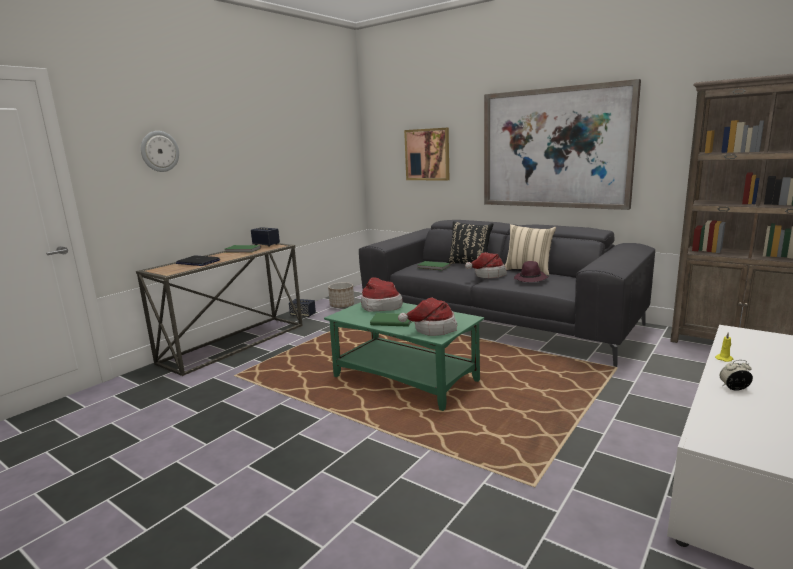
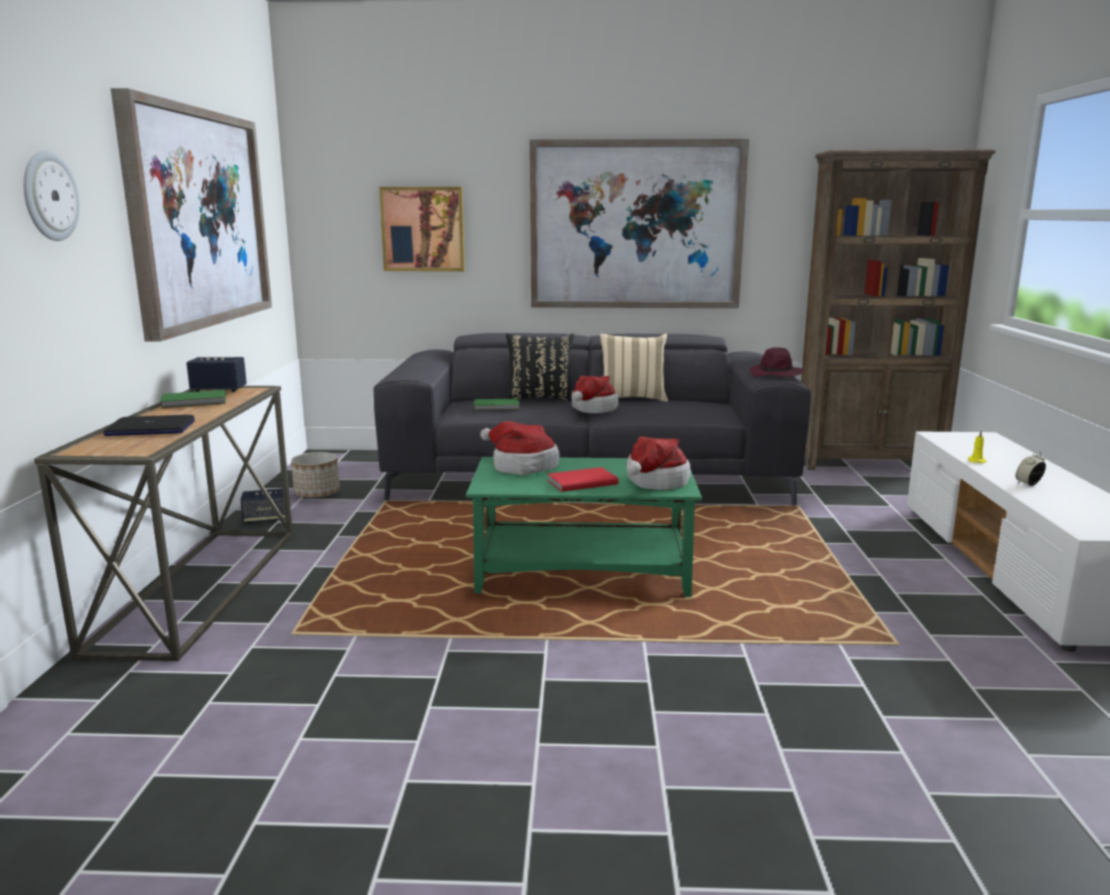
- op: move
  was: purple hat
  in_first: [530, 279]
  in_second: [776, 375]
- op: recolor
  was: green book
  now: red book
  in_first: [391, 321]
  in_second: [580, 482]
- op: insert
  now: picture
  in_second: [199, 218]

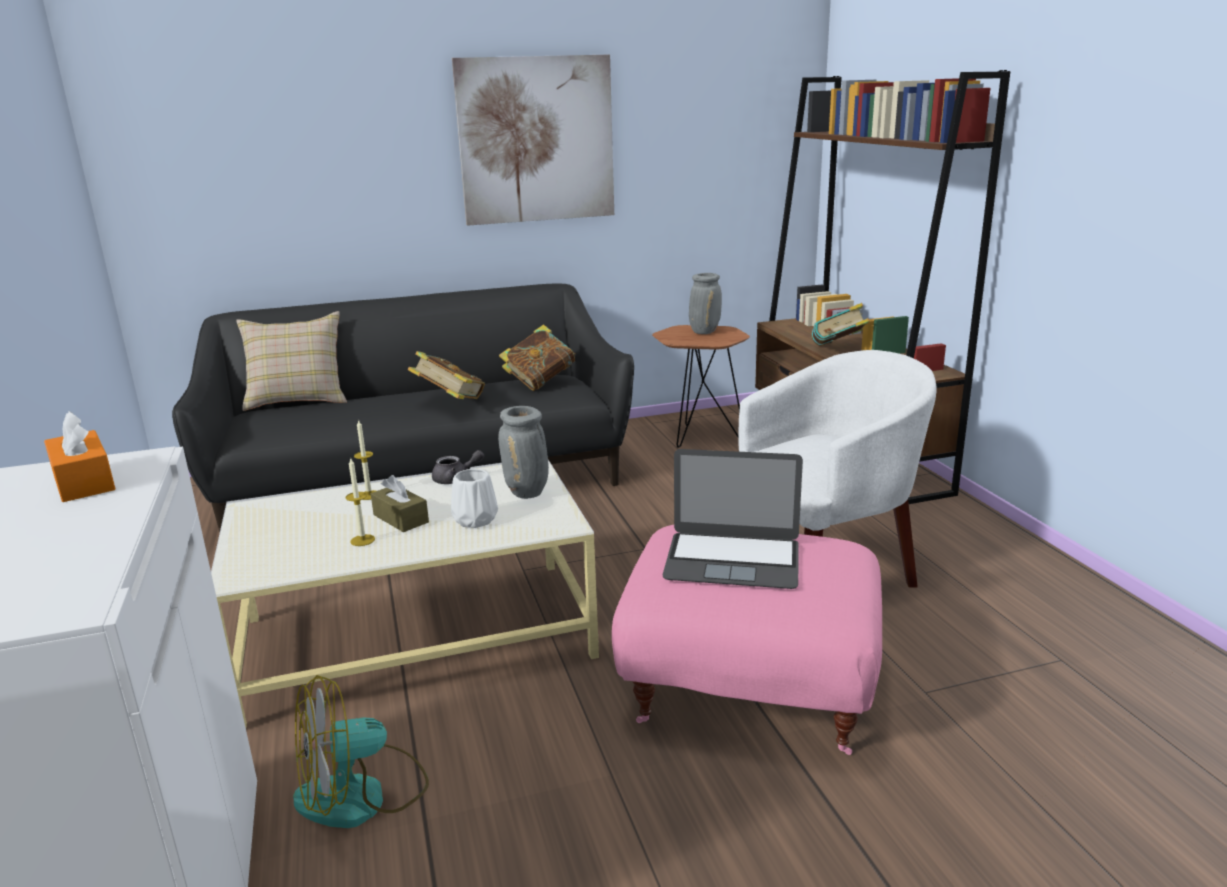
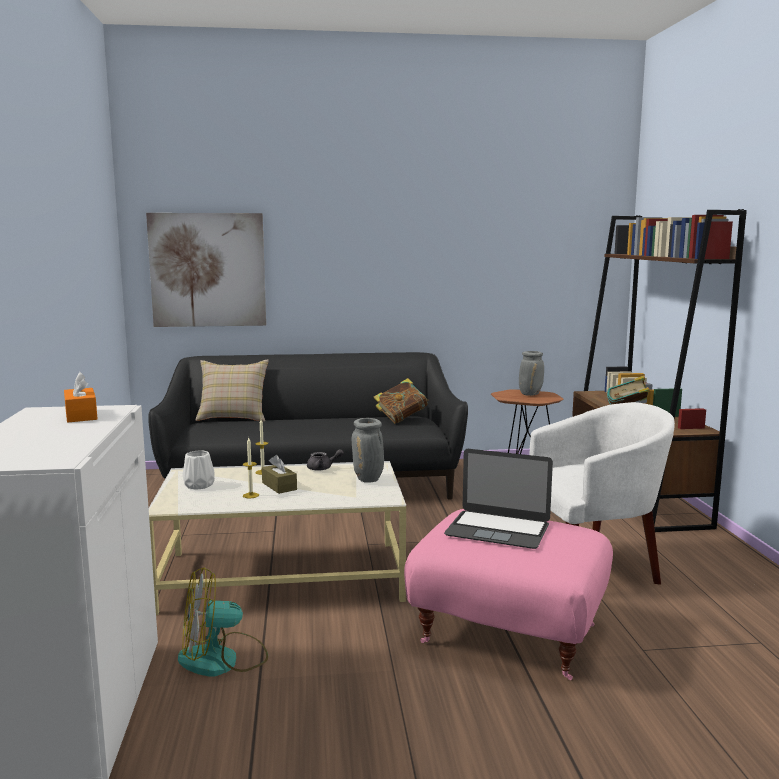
- op: move
  was: picture
  in_first: [536, 140]
  in_second: [208, 270]
- op: delete
  was: book
  in_first: [449, 402]
- op: move
  was: white vase
  in_first: [474, 520]
  in_second: [198, 485]

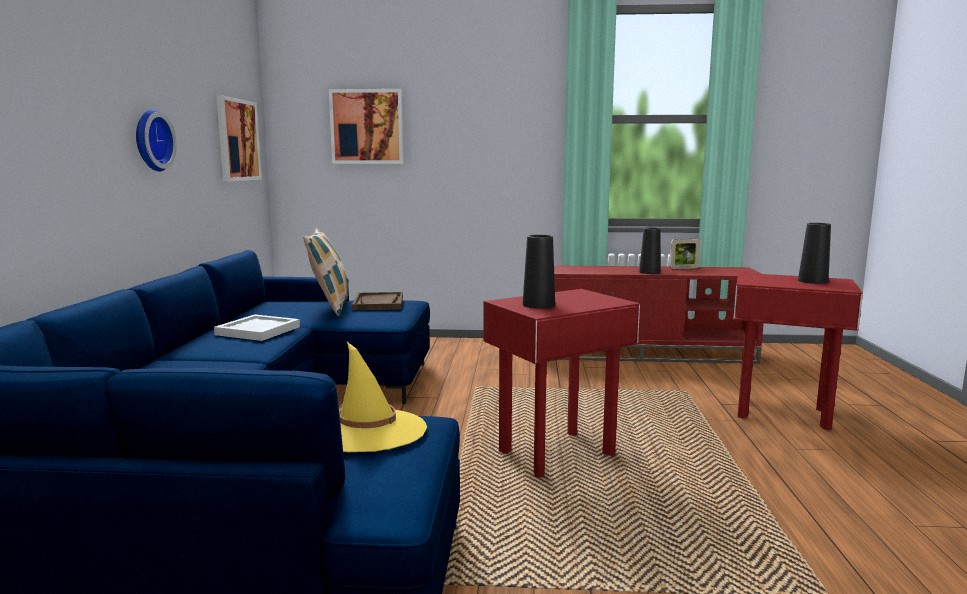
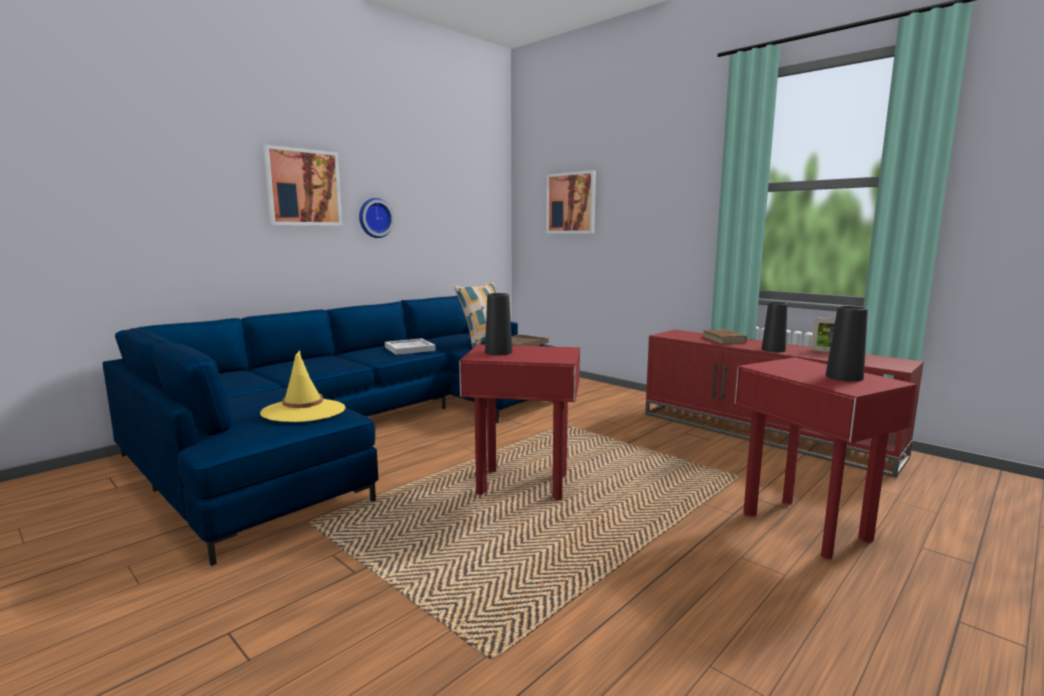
- op: move
  was: picture
  in_first: [237, 140]
  in_second: [303, 187]
- op: insert
  now: brown book
  in_second: [723, 340]

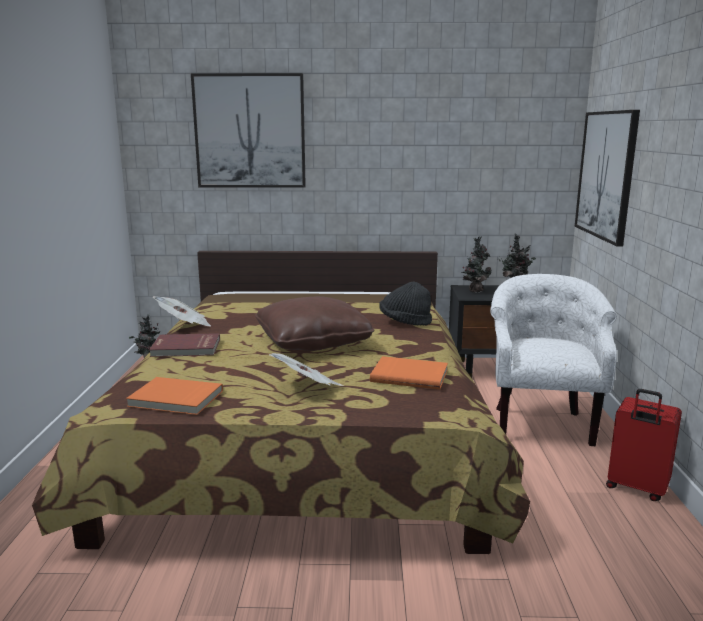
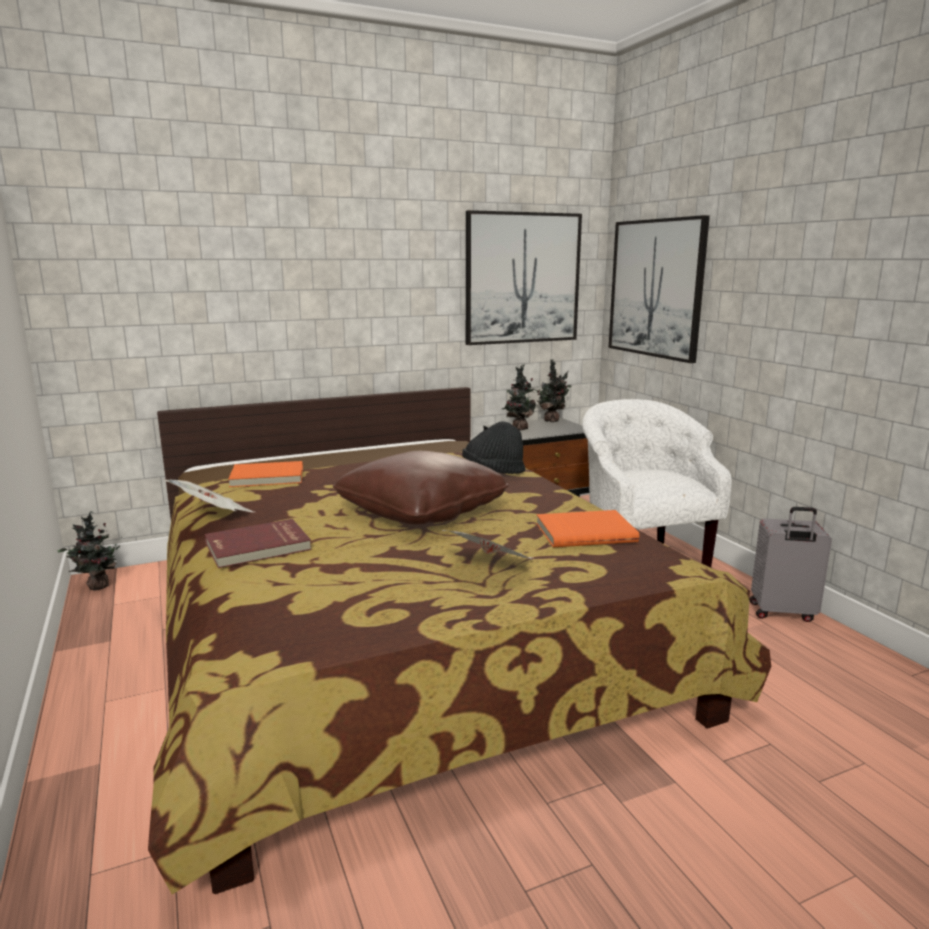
- op: move
  was: picture
  in_first: [250, 131]
  in_second: [522, 278]
- op: move
  was: orange book
  in_first: [175, 399]
  in_second: [267, 477]
- op: recolor
  was: red suitcase
  now: grey suitcase
  in_first: [636, 488]
  in_second: [782, 613]

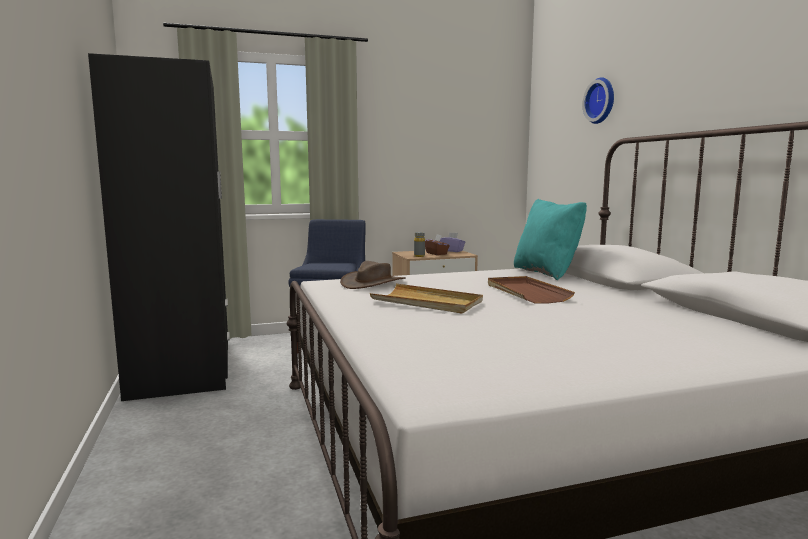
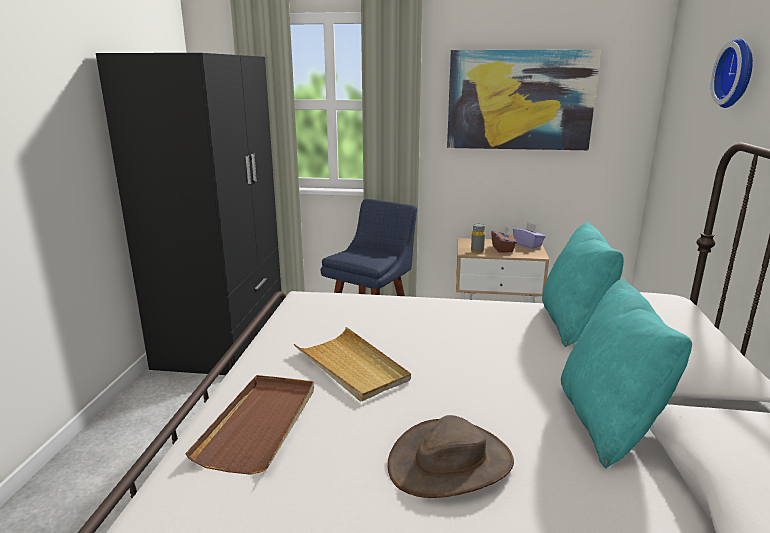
- op: move
  was: brown hat
  in_first: [373, 283]
  in_second: [450, 462]
- op: move
  was: brown tray
  in_first: [526, 292]
  in_second: [260, 424]
- op: insert
  now: picture
  in_second: [520, 100]
- op: insert
  now: turquoise pillow
  in_second: [608, 423]

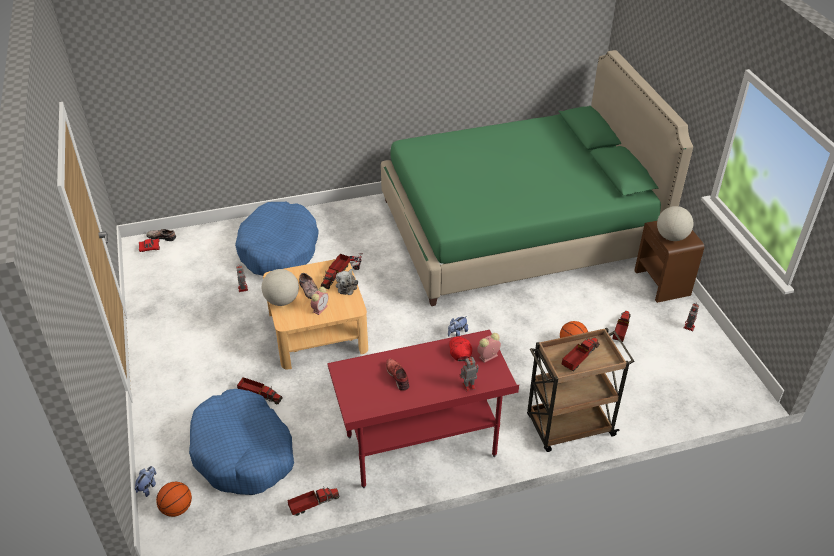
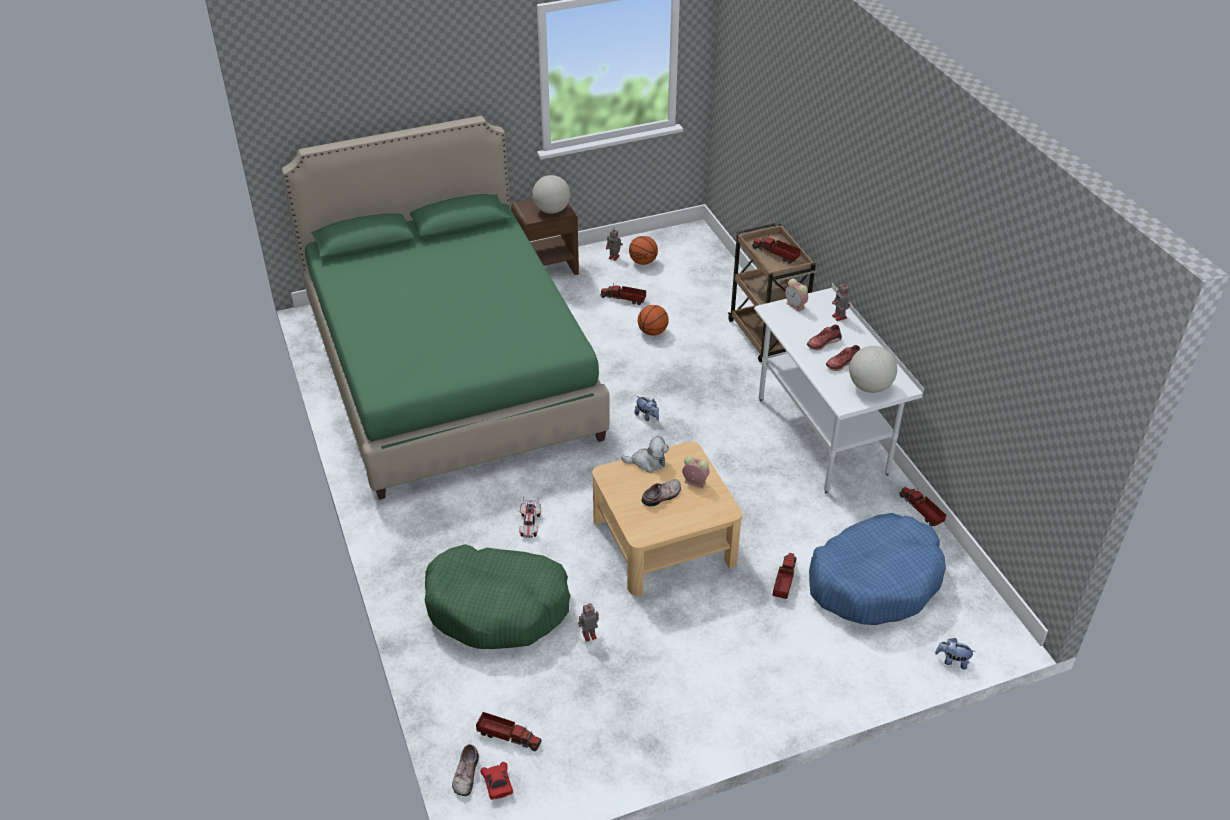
- op: recolor
  was: blue dog bed
  now: green dog bed
  in_first: [279, 250]
  in_second: [497, 607]
- op: move
  was: toy truck
  in_first: [335, 275]
  in_second: [507, 736]
- op: move
  was: globe
  in_first: [282, 300]
  in_second: [869, 387]
- op: recolor
  was: red desk
  now: white desk
  in_first: [421, 447]
  in_second: [822, 436]
- op: delete
  was: red cap
  in_first: [460, 350]
- op: move
  was: basketball
  in_first: [176, 509]
  in_second: [643, 262]
- op: insert
  now: red shoe
  in_second: [823, 342]

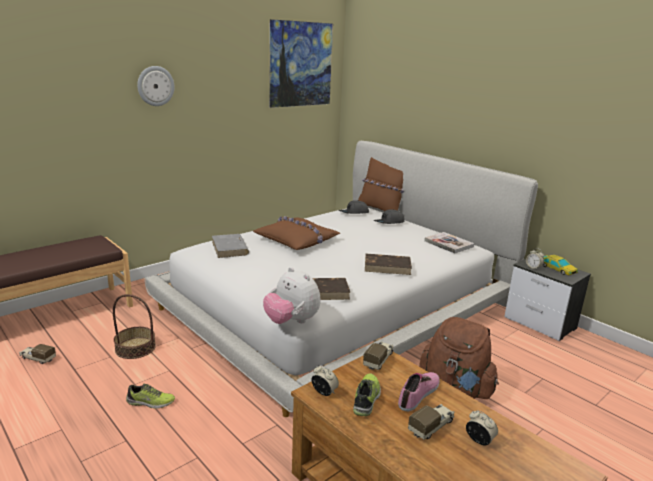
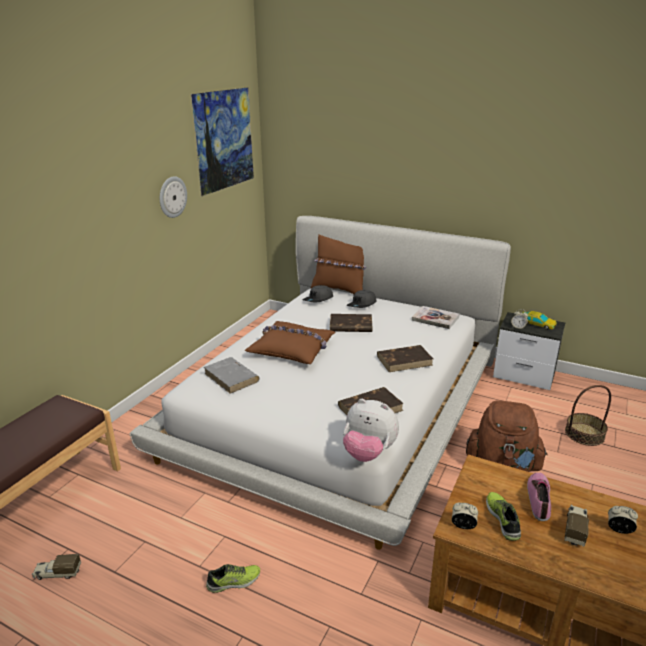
- op: move
  was: wall clock
  in_first: [155, 86]
  in_second: [172, 197]
- op: move
  was: basket
  in_first: [135, 348]
  in_second: [584, 434]
- op: delete
  was: toy truck
  in_first: [378, 360]
- op: insert
  now: brown book
  in_second: [350, 326]

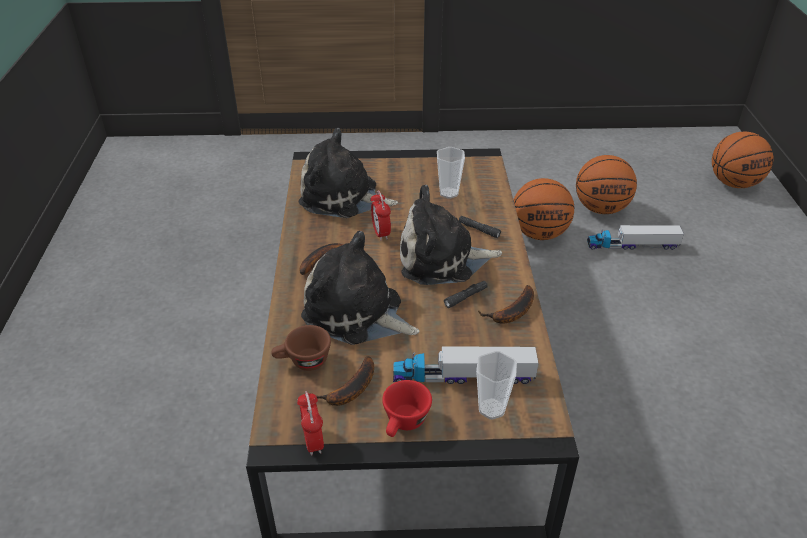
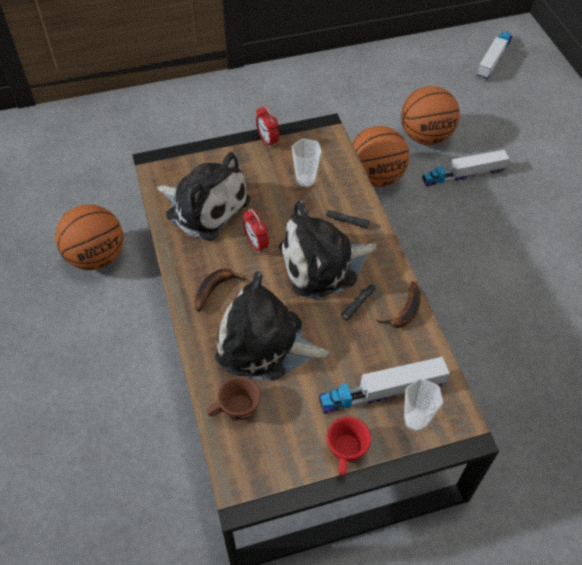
- op: rotate
  was: plush toy
  in_first: [343, 197]
  in_second: [204, 206]
  clockwise: -150
- op: move
  was: basketball
  in_first: [734, 183]
  in_second: [96, 257]
- op: delete
  was: banana
  in_first: [349, 391]
- op: move
  was: alarm clock
  in_first: [313, 442]
  in_second: [267, 140]
- op: insert
  now: toy truck
  in_second: [494, 59]

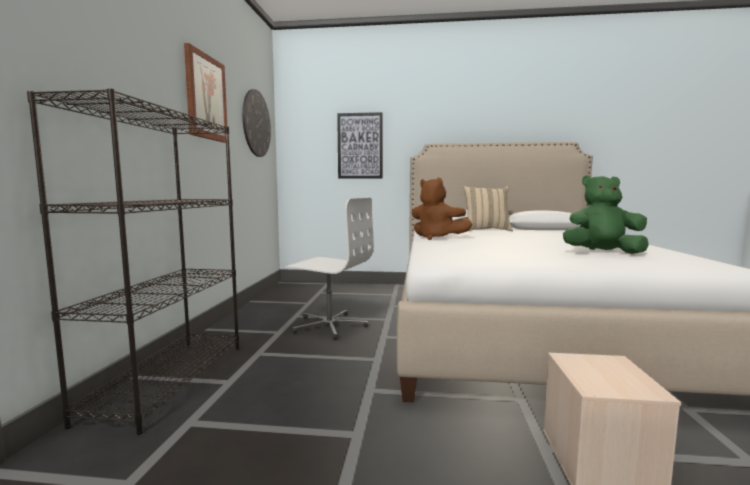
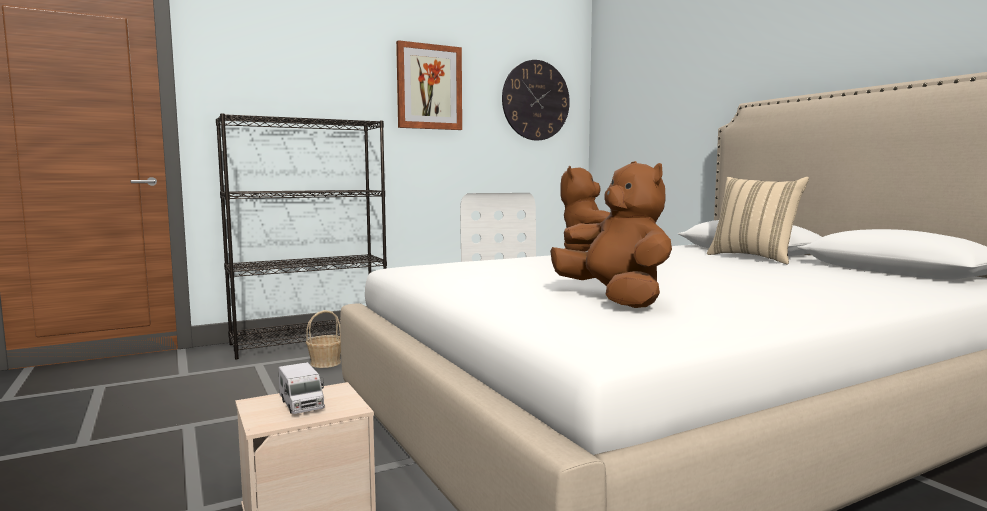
- op: delete
  was: picture
  in_first: [360, 146]
- op: recolor
  was: green plush toy
  now: brown plush toy
  in_first: [602, 253]
  in_second: [615, 299]
- op: insert
  now: basket
  in_second: [326, 363]
- op: insert
  now: toy truck
  in_second: [301, 404]

